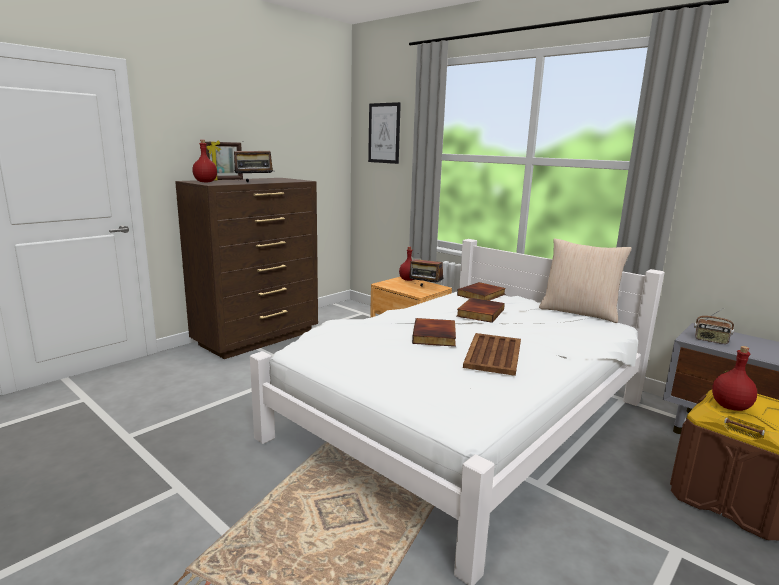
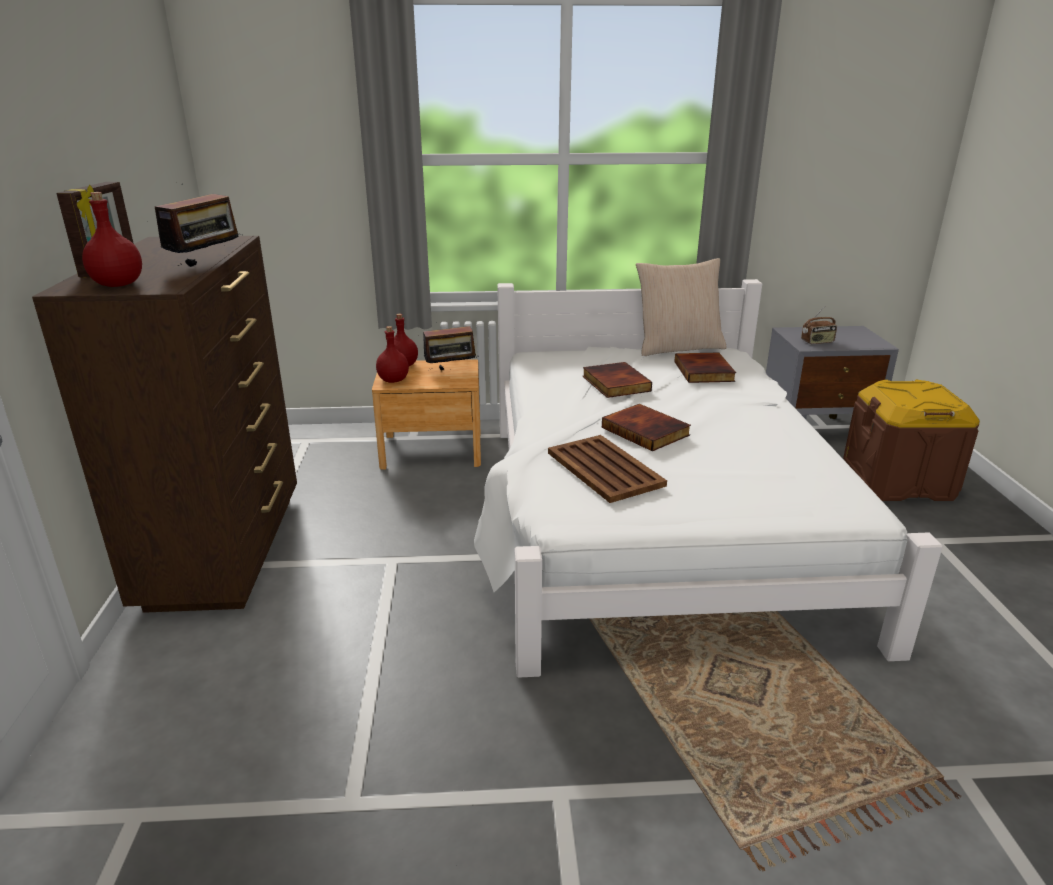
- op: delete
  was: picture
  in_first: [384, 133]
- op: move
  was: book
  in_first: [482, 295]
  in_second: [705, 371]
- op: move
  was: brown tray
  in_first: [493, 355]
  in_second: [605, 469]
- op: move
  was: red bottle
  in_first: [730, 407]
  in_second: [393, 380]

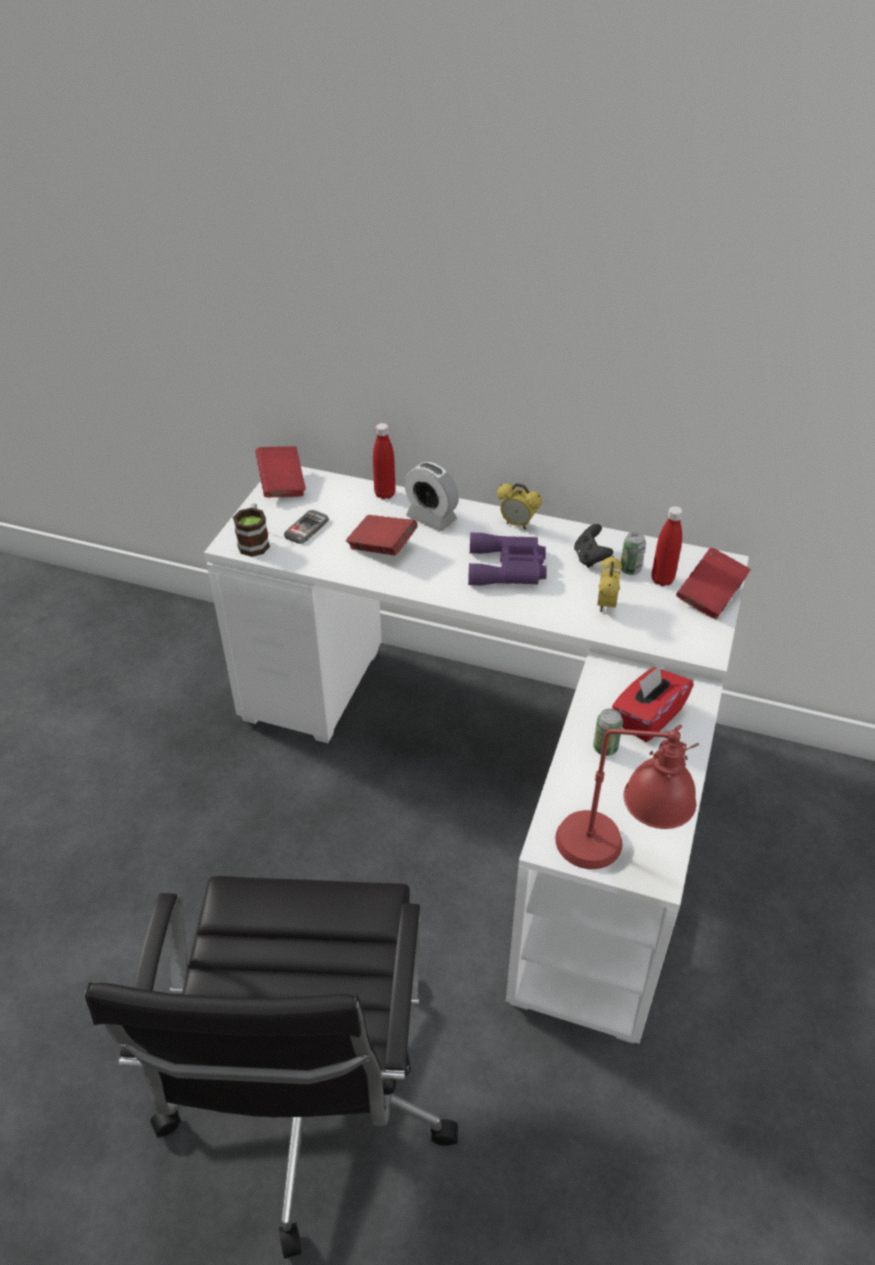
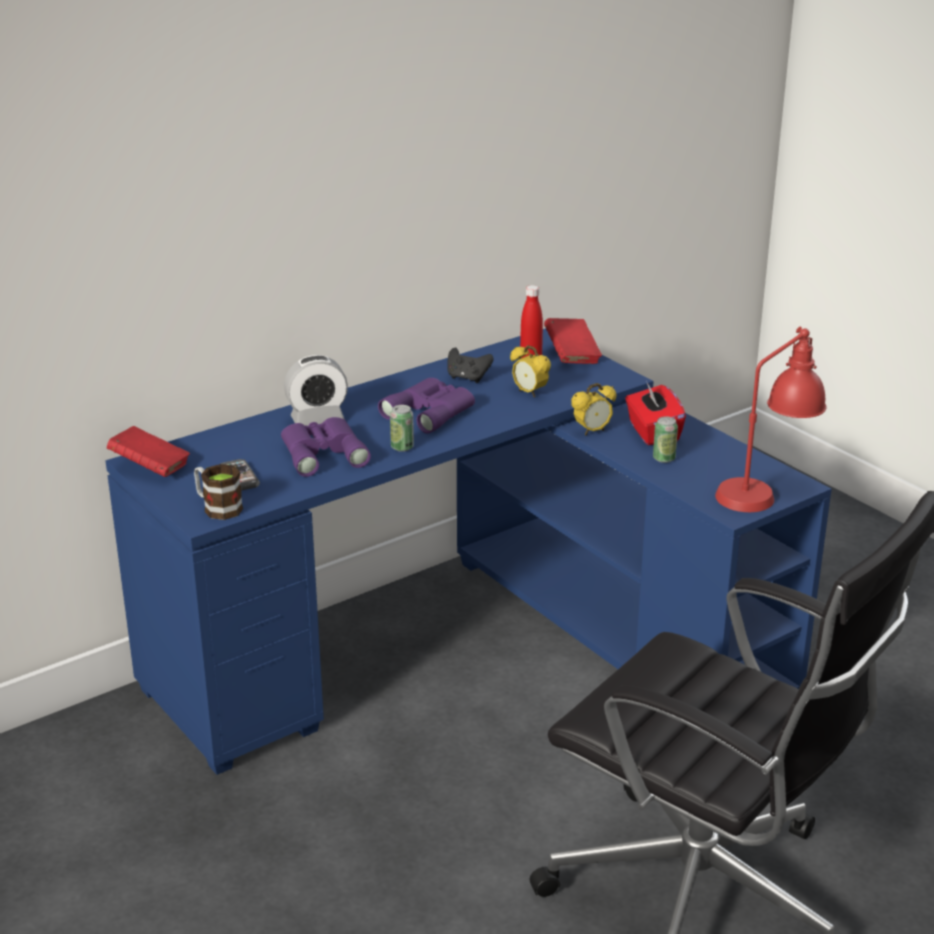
- op: delete
  was: red bottle
  in_first: [385, 494]
- op: recolor
  was: white desk
  now: blue desk
  in_first: [501, 771]
  in_second: [471, 646]
- op: move
  was: alarm clock
  in_first: [517, 524]
  in_second: [592, 431]
- op: replace
  was: red book
  now: purple binoculars
  in_first: [382, 547]
  in_second: [323, 452]
- op: move
  was: can
  in_first: [630, 569]
  in_second: [402, 447]

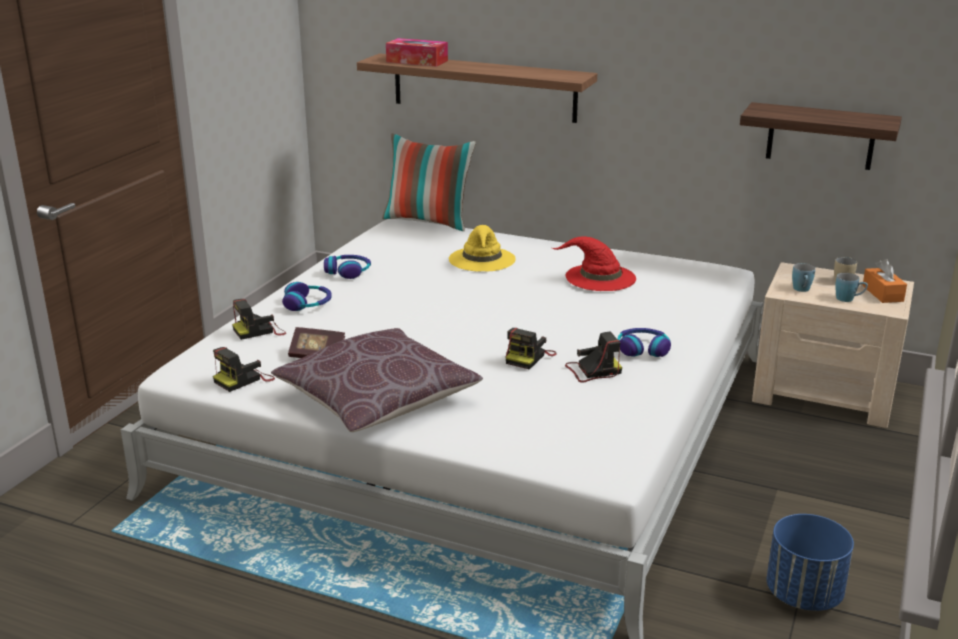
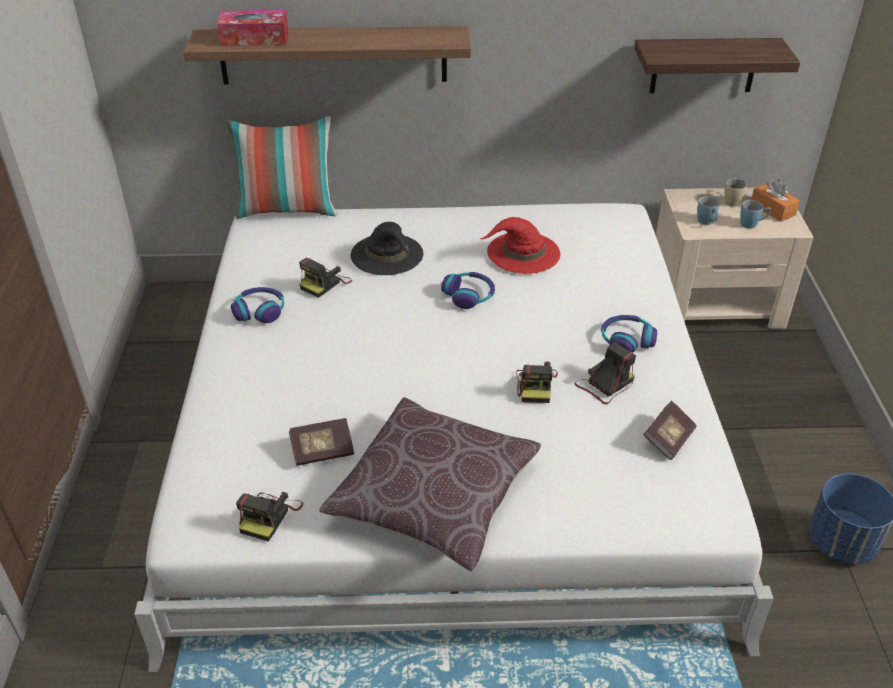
- op: recolor
  was: yellow hat
  now: black hat
  in_first: [482, 259]
  in_second: [387, 255]
- op: move
  was: headphones
  in_first: [308, 304]
  in_second: [469, 295]
- op: move
  was: photo camera
  in_first: [260, 331]
  in_second: [325, 283]
- op: insert
  now: book
  in_second: [668, 439]

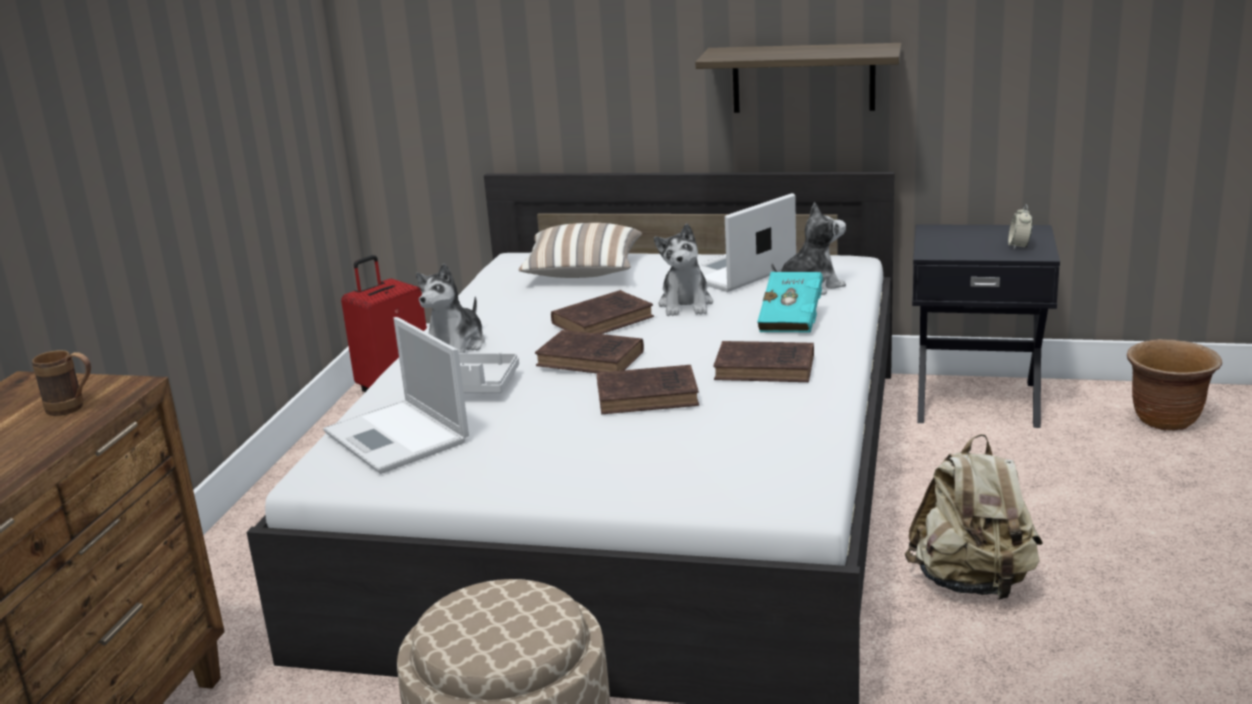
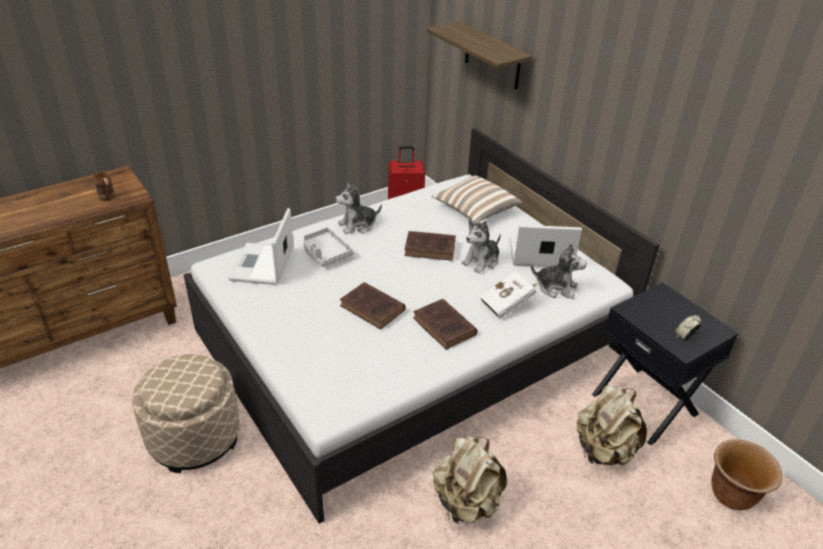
- op: move
  was: shelf
  in_first: [803, 78]
  in_second: [492, 56]
- op: recolor
  was: turquoise book
  now: white book
  in_first: [792, 320]
  in_second: [508, 305]
- op: delete
  was: brown book
  in_first: [593, 359]
- op: insert
  now: beige backpack
  in_second: [603, 450]

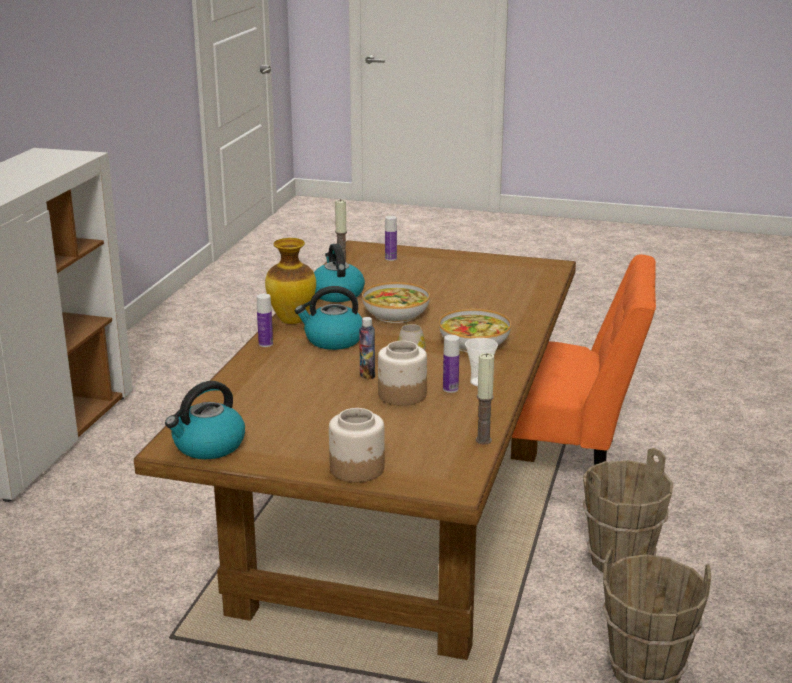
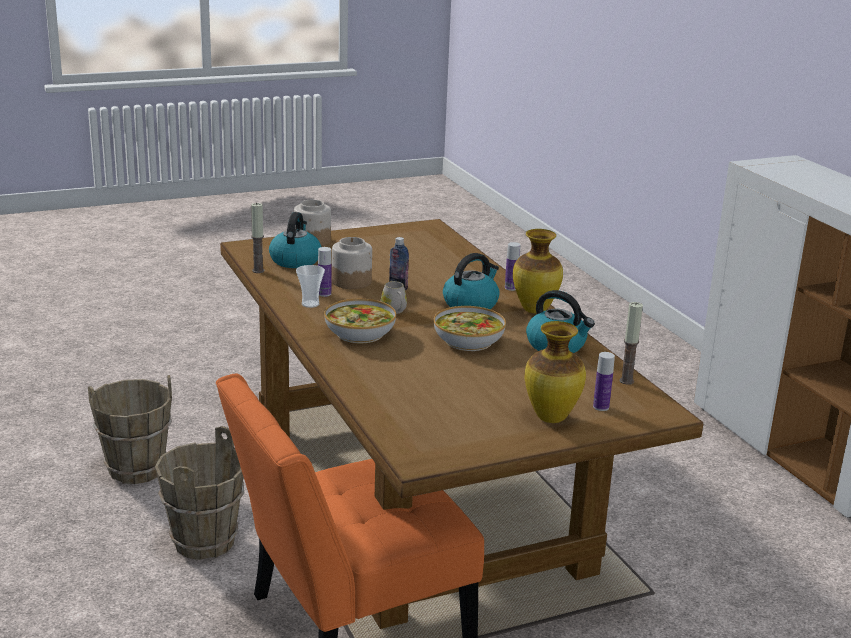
- op: move
  was: kettle
  in_first: [208, 446]
  in_second: [295, 260]
- op: insert
  now: vase
  in_second: [552, 418]

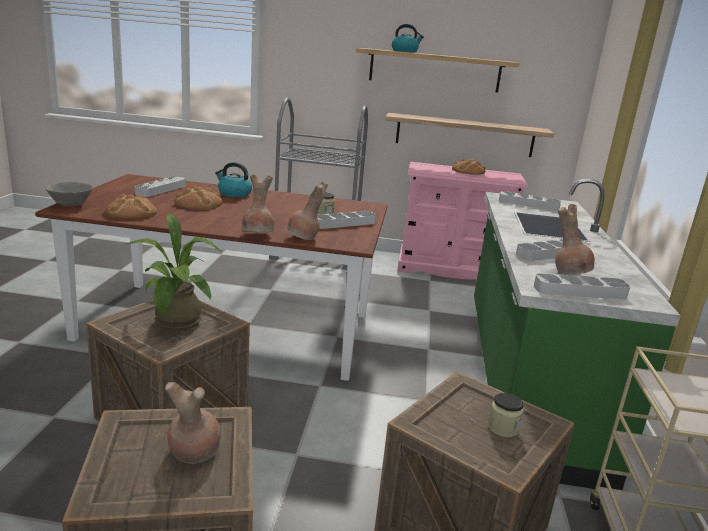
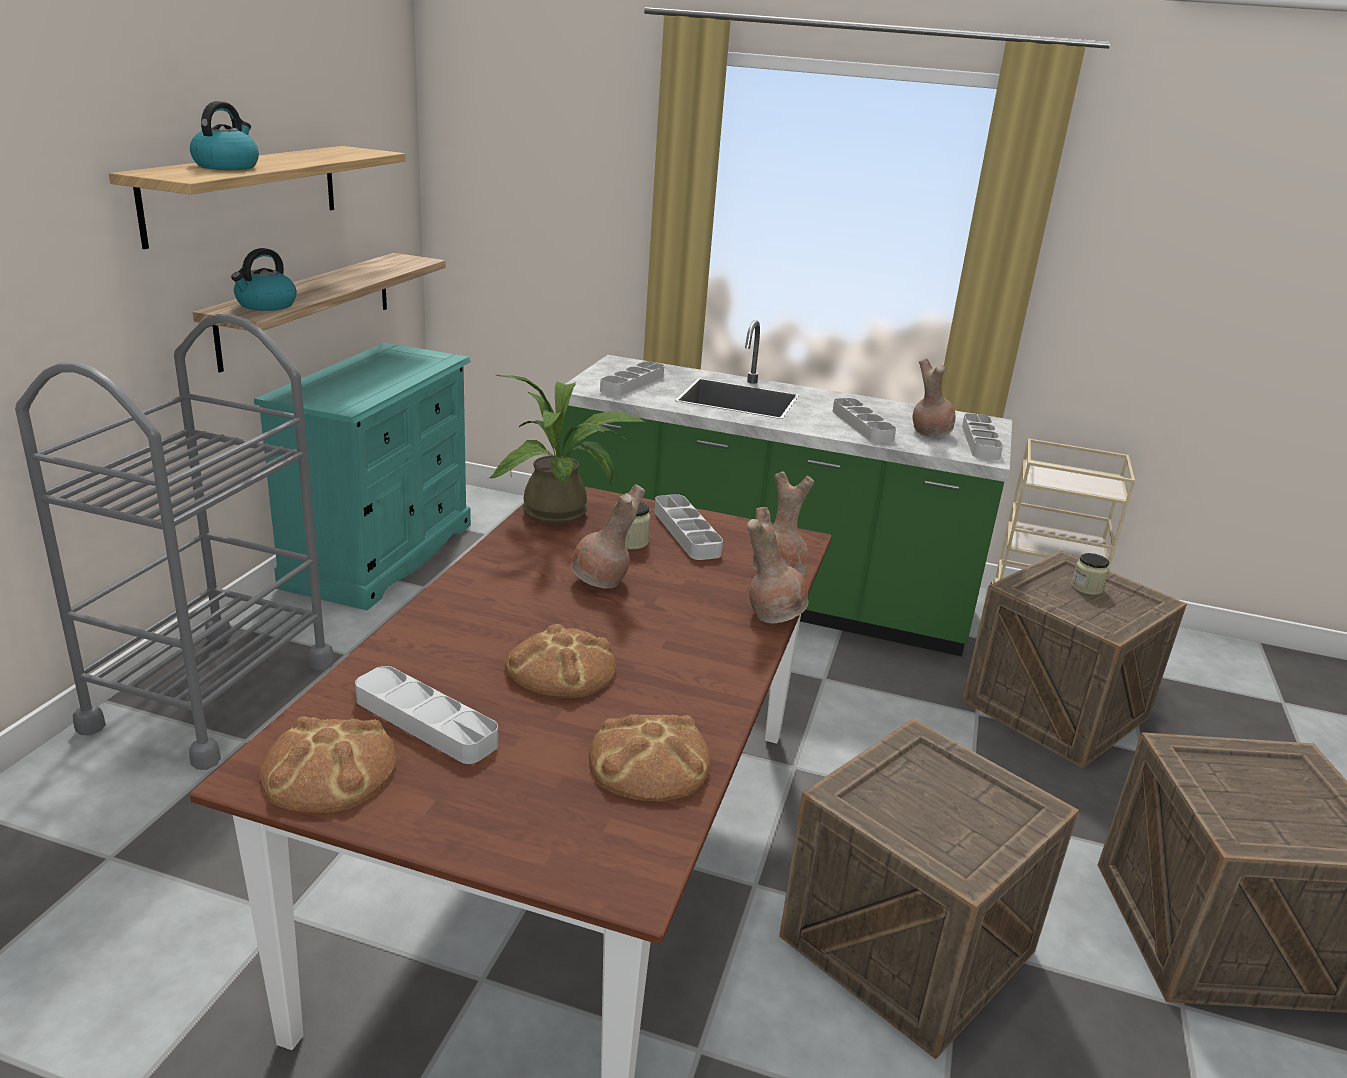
- op: move
  was: bread
  in_first: [468, 171]
  in_second: [329, 770]
- op: move
  was: kettle
  in_first: [234, 193]
  in_second: [266, 305]
- op: recolor
  was: pink dresser
  now: turquoise dresser
  in_first: [451, 269]
  in_second: [381, 554]
- op: delete
  was: grey bowl
  in_first: [72, 204]
- op: move
  was: potted plant
  in_first: [177, 324]
  in_second: [563, 514]
- op: move
  was: brown vase
  in_first: [192, 453]
  in_second: [601, 582]

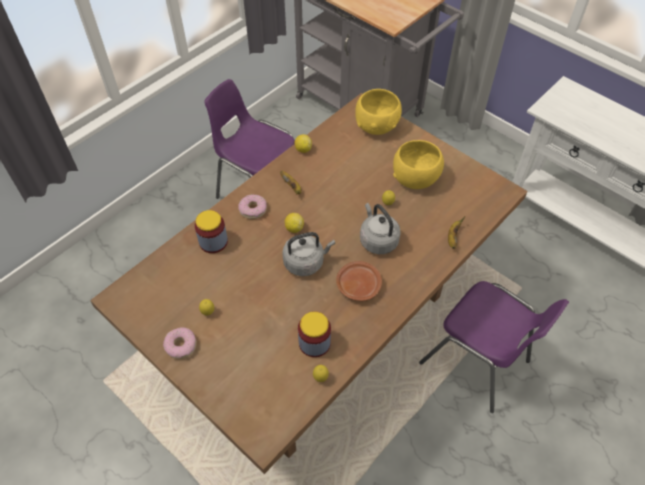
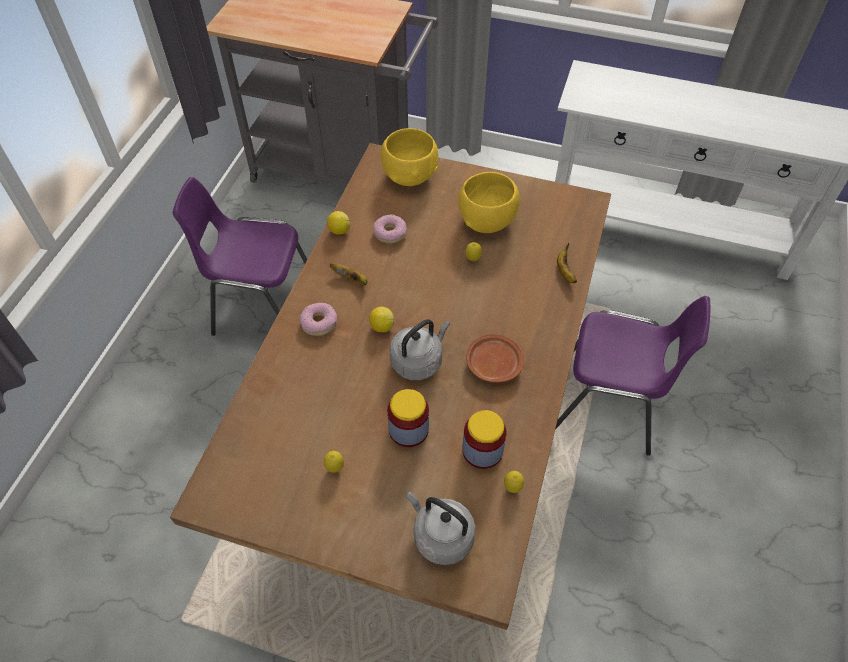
- op: move
  was: grey kettle
  in_first: [377, 240]
  in_second: [440, 536]
- op: move
  was: jar
  in_first: [213, 242]
  in_second: [408, 429]
- op: move
  was: donut
  in_first: [181, 345]
  in_second: [390, 233]

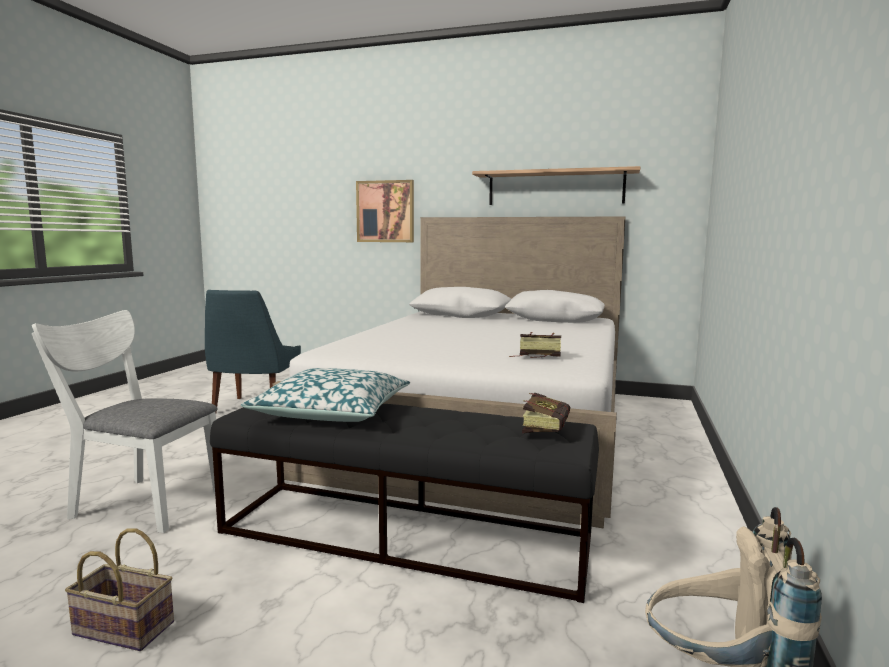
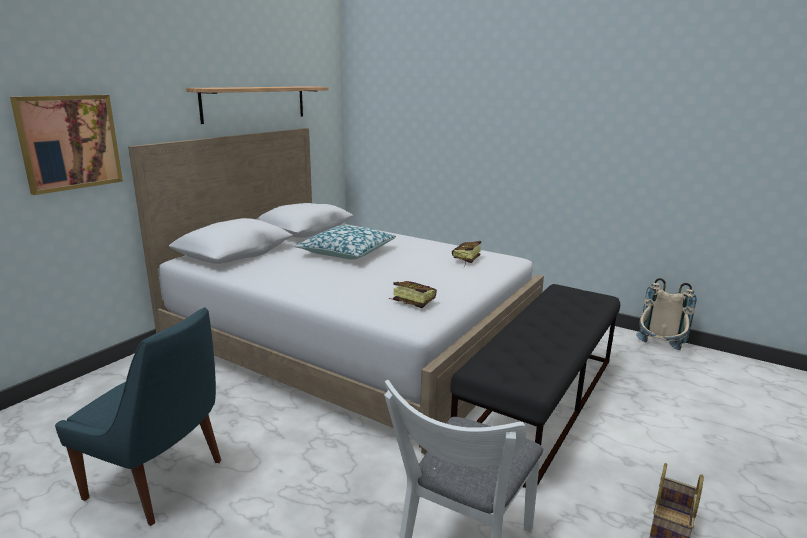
- op: move
  was: pillow
  in_first: [333, 412]
  in_second: [347, 252]
- op: move
  was: book
  in_first: [546, 430]
  in_second: [410, 302]

